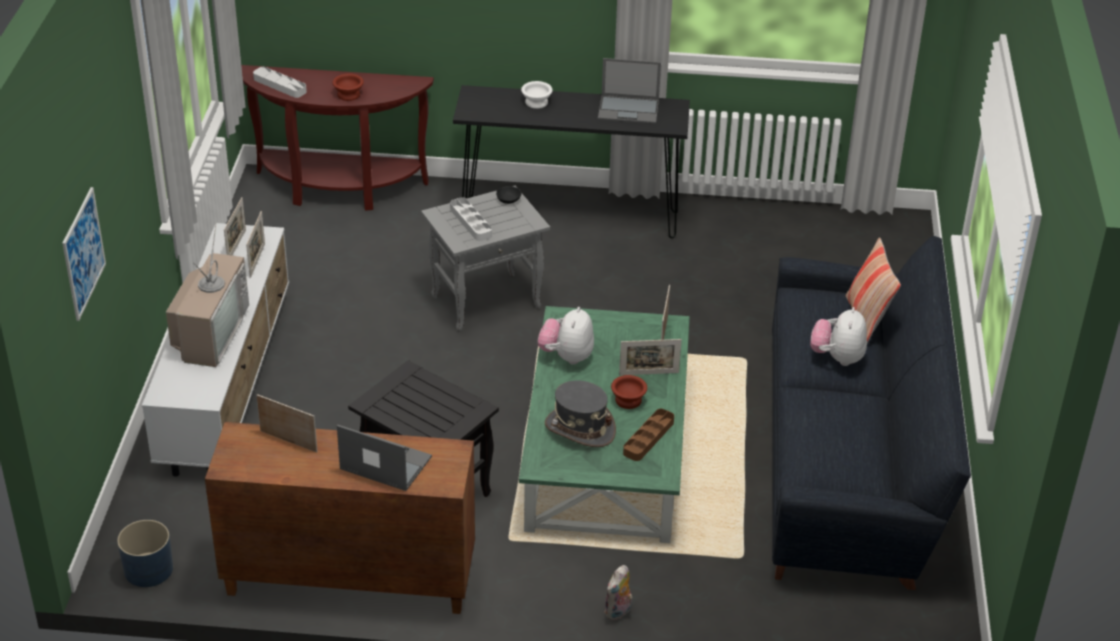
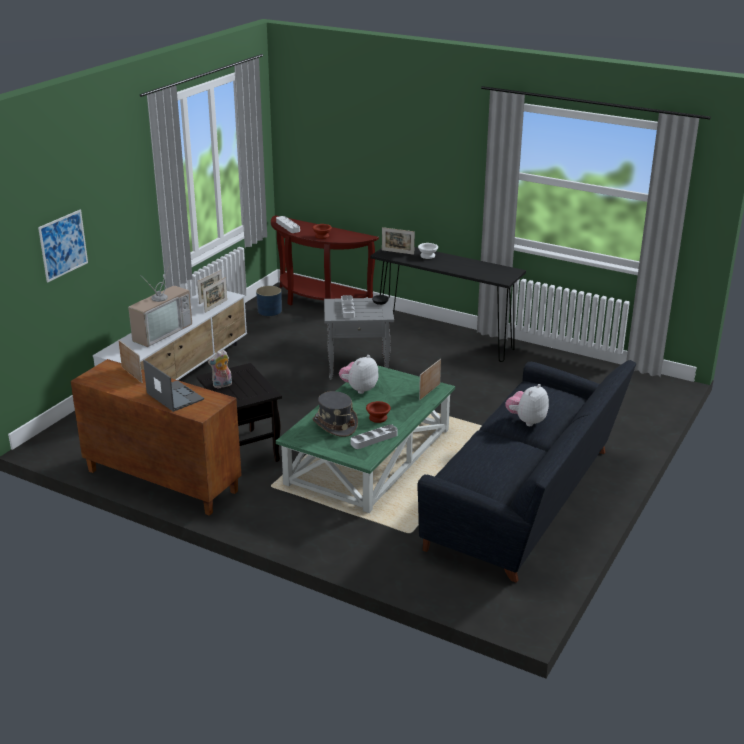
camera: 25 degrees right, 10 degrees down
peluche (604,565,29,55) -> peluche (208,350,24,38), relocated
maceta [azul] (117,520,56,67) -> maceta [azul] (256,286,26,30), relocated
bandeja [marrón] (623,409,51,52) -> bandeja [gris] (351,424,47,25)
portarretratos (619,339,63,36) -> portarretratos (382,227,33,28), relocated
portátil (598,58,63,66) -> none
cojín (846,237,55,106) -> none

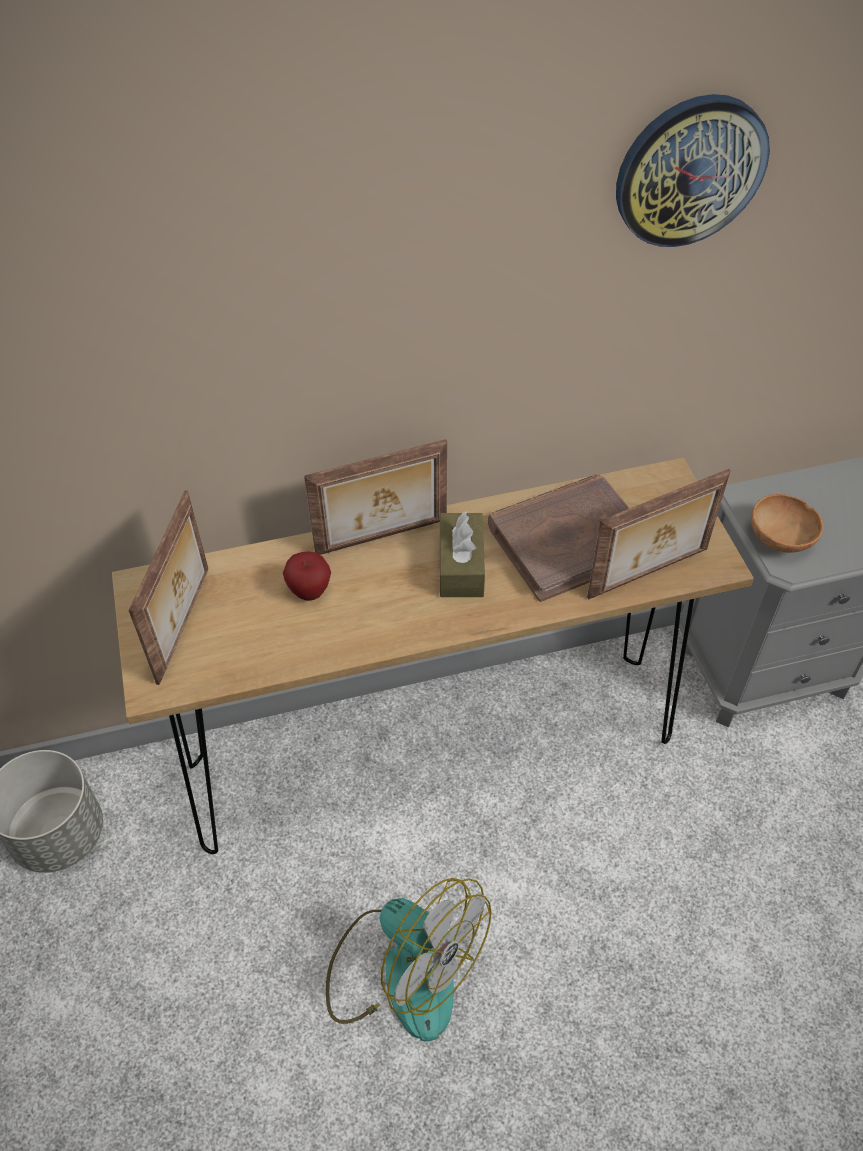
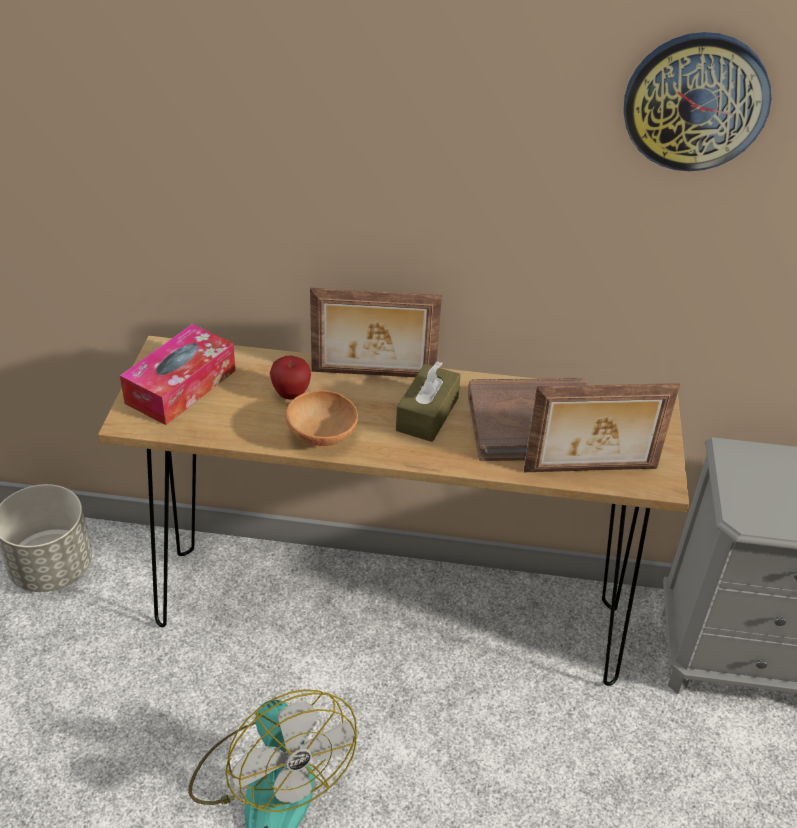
camera: 20 degrees right, 10 degrees down
portarretratos (129,490,79,195) -> caja de pañuelos (120,324,116,101)
cuenco [marrón] (751,494,73,58) -> cuenco [marrón] (285,390,73,56), relocated

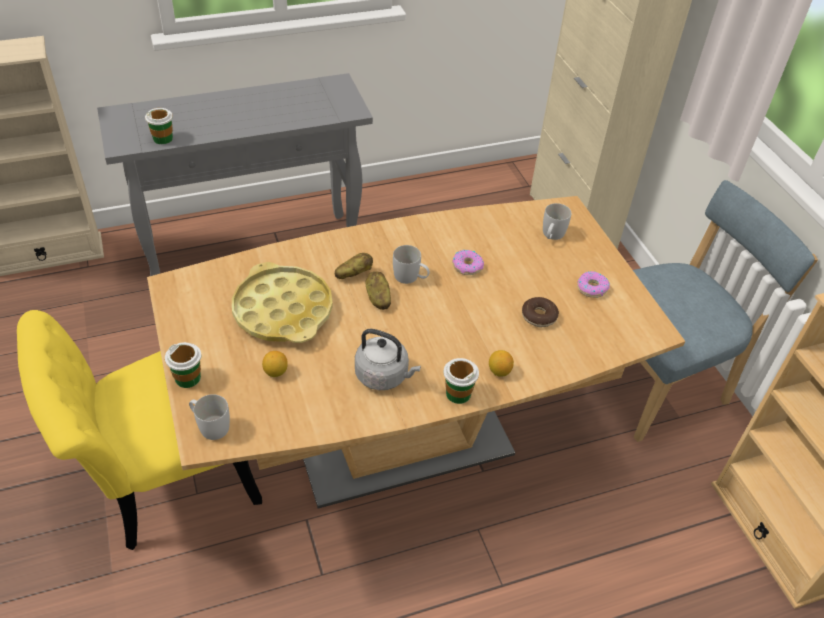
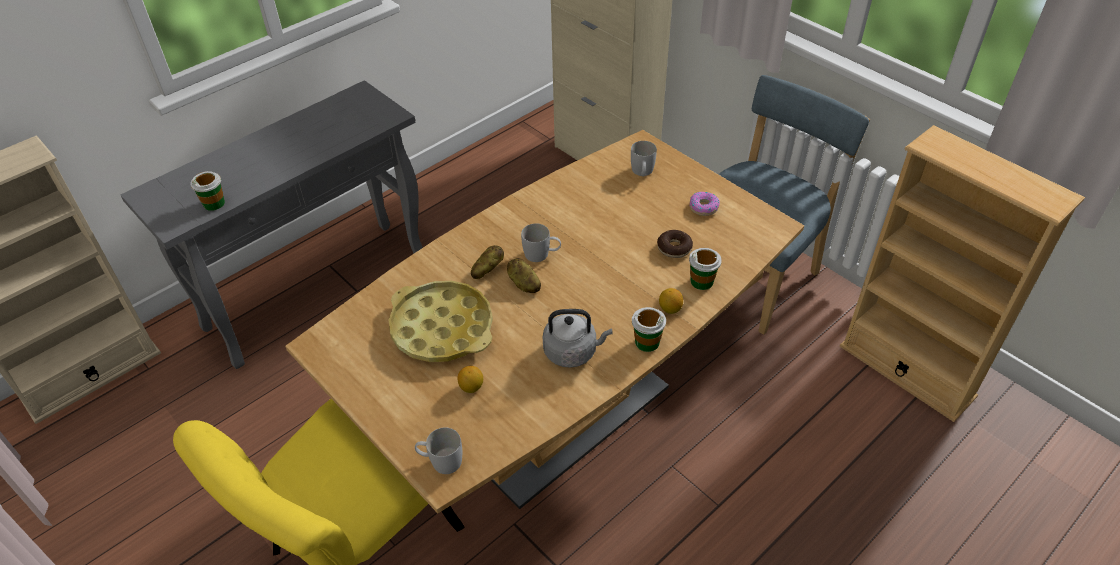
camera: 20 degrees left, 0 degrees up
taza (165,342,36,46) -> taza (689,248,33,42), relocated
rosquilla (452,250,32,25) -> none

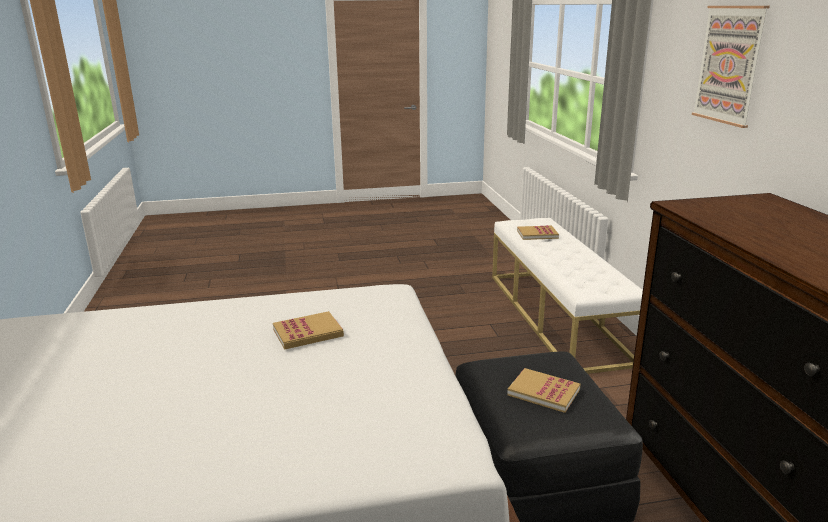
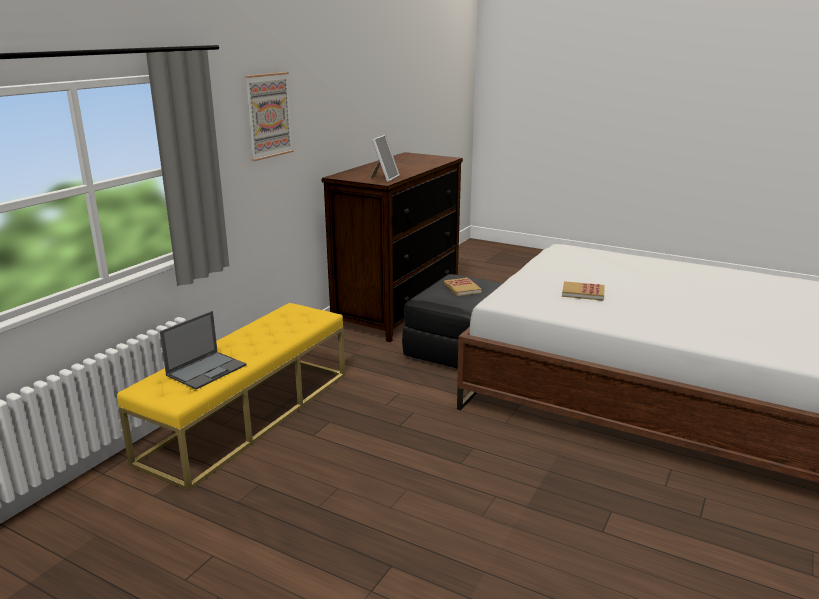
camera: 140 degrees left, 0 degrees up
banco [blanco] (492,218,151,156) -> banco [amarillo] (117,303,228,188)
libro (517,225,42,15) -> portátil (160,311,87,79)
none -> portarretratos (370,135,30,47)

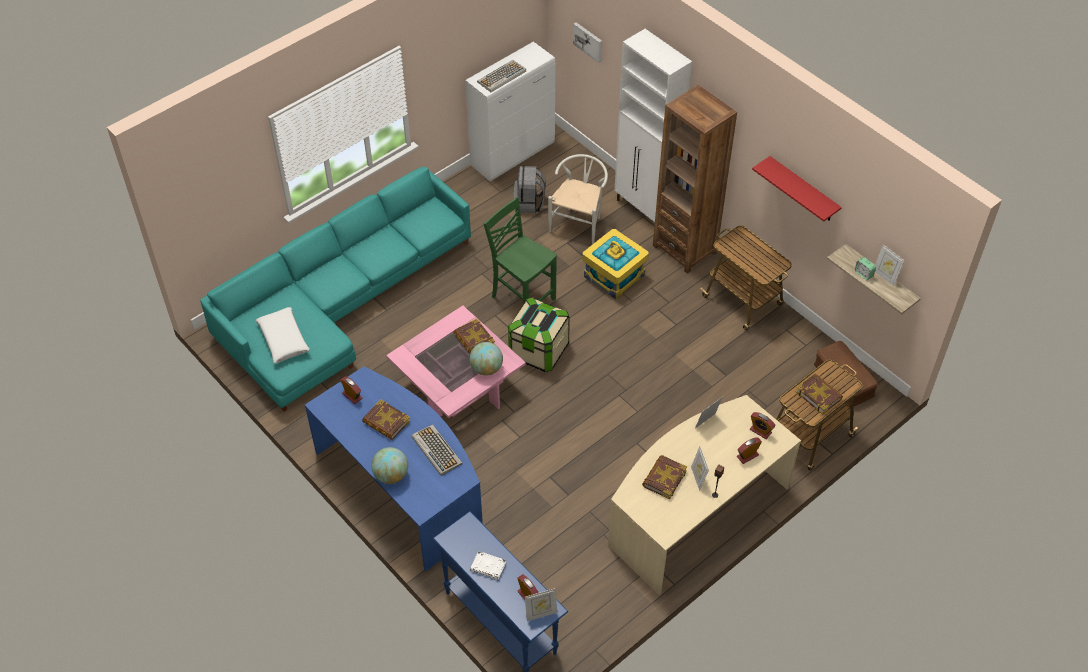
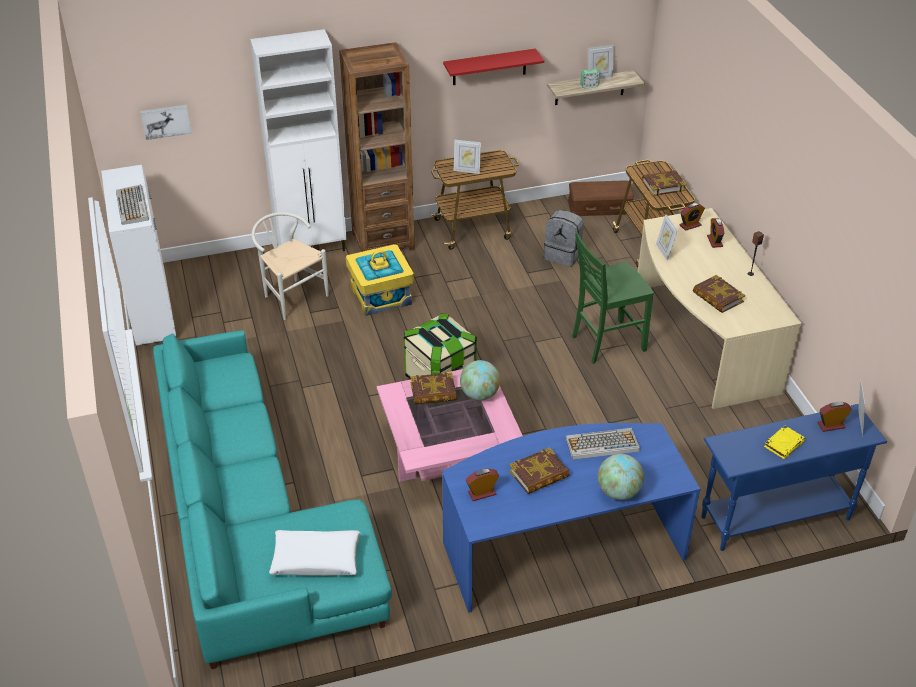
camera: 65 degrees left, 10 degrees down
portarretratos (691,446,18,45) -> portarretratos (454,140,27,34), relocated
mochila [gris] (514,166,32,47) -> mochila [gris] (544,210,40,57), relocated
silla [verde] (483,197,74,108) -> silla [verde] (572,232,82,132), relocated
libro [blanco] (470,551,36,29) -> libro [amarillo] (764,426,41,33)

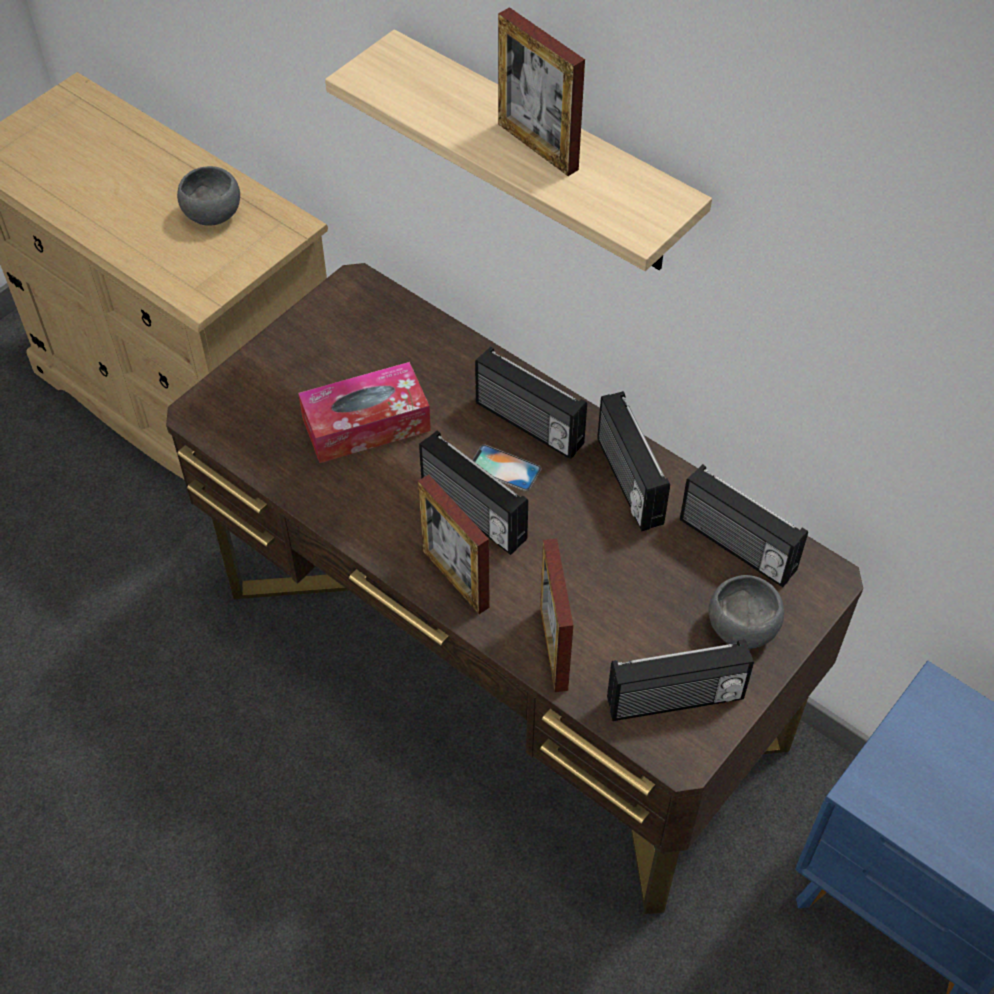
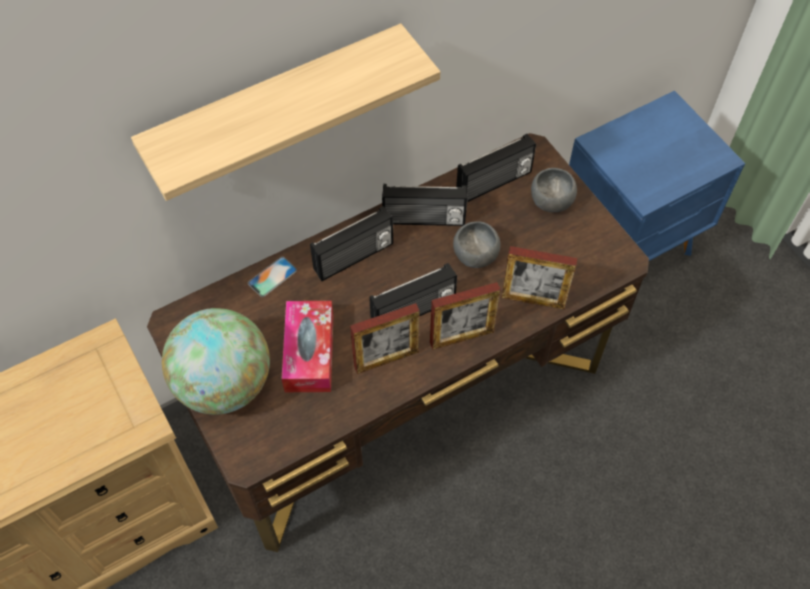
camera: 70 degrees left, 5 degrees up
none -> globo terráqueo (162,308,108,107)
móvil (472,445,70,46) -> móvil (248,257,49,40), relocated
portarretratos (498,7,87,169) -> portarretratos (350,303,70,71), relocated
cuenco [gris] (177,166,63,60) -> cuenco [gris] (453,221,47,47), relocated
radio (607,639,147,82) -> none

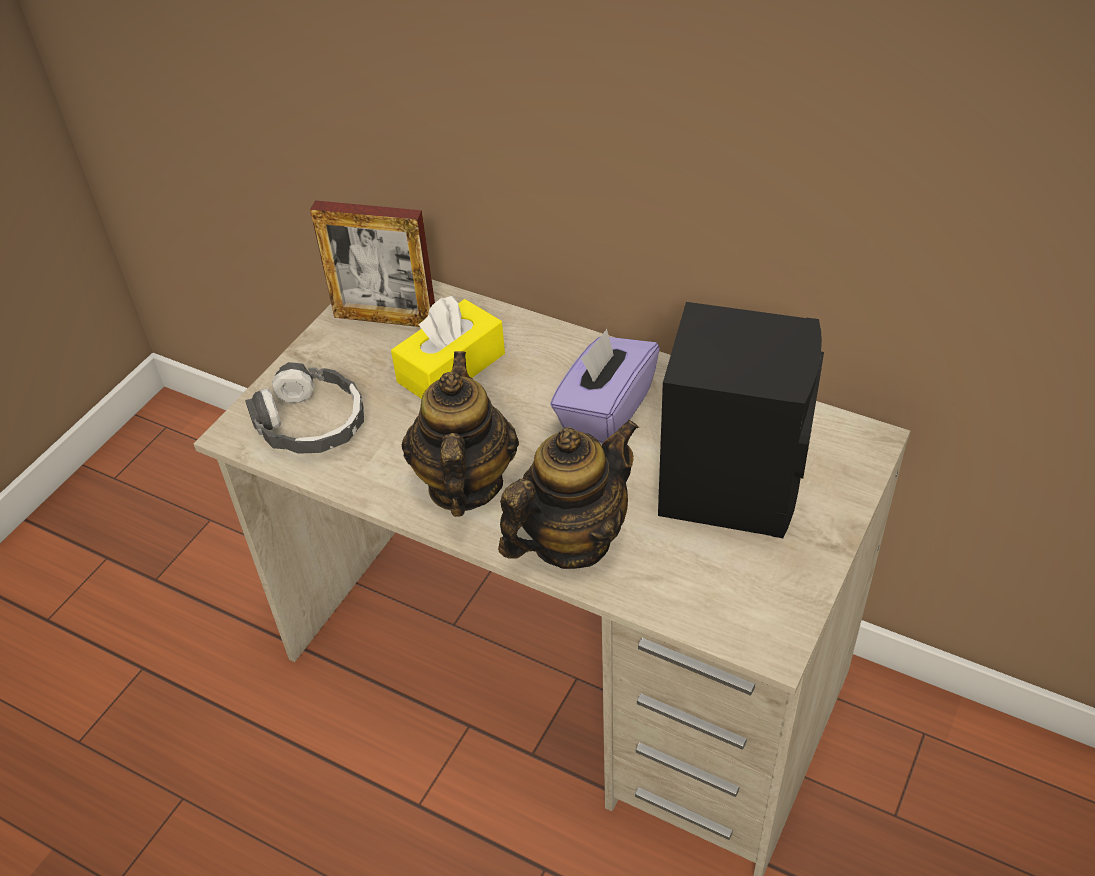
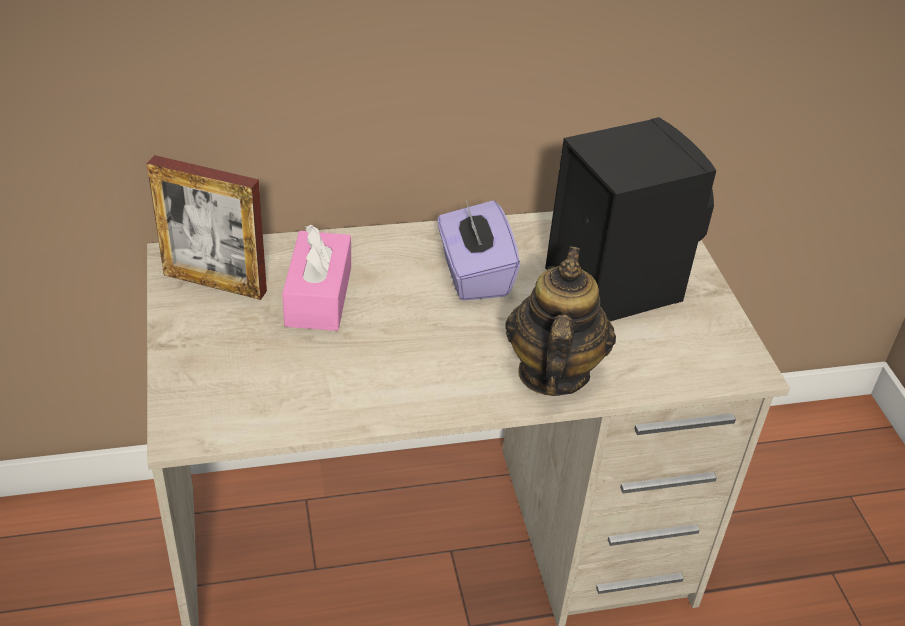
camera: 45 degrees left, 5 degrees down
portarretratos (310,200,125,127) -> portarretratos (147,155,120,145), 45 degrees clockwise
caja de pañuelos [amarillo] (391,296,114,103) -> caja de pañuelos [rosa] (282,225,69,106)
auriculares (245,362,119,92) -> none
tetera (402,351,117,166) -> none

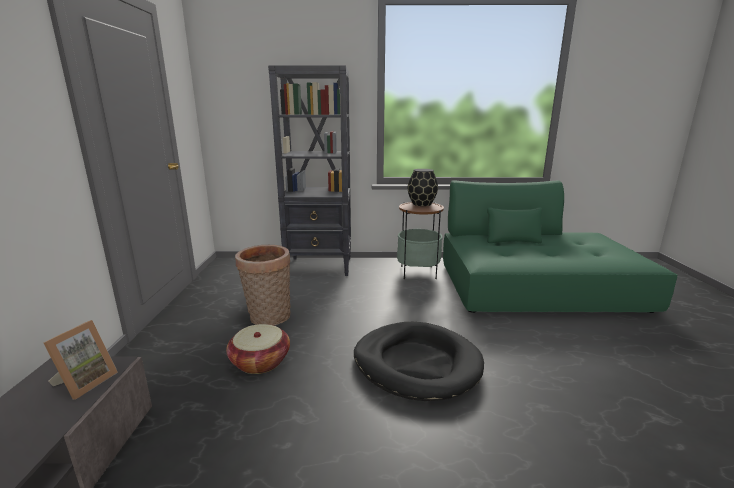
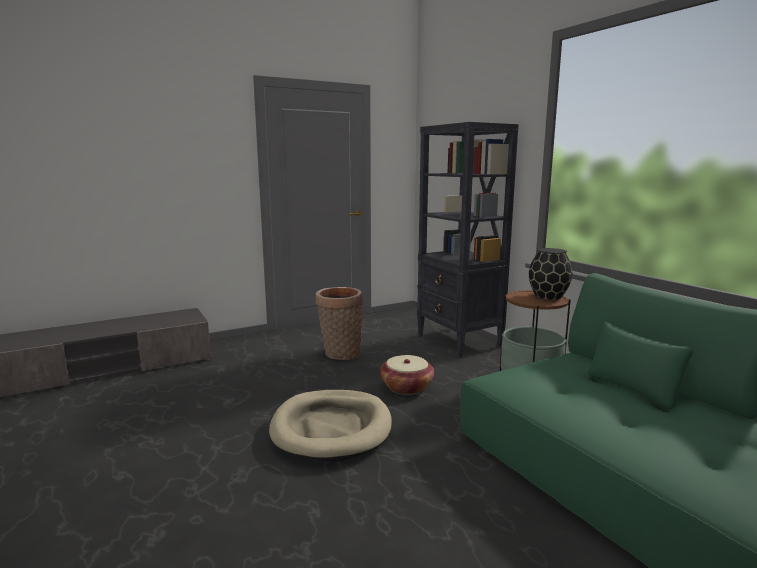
camera: 60 degrees right, 5 degrees down
cama para perro [negro] (354,322,130,79) -> cama para perro [beis] (269,390,123,72)
cesta (226,324,64,50) -> cesta (380,355,54,40), relocated
portarretratos (44,320,74,80) -> none

